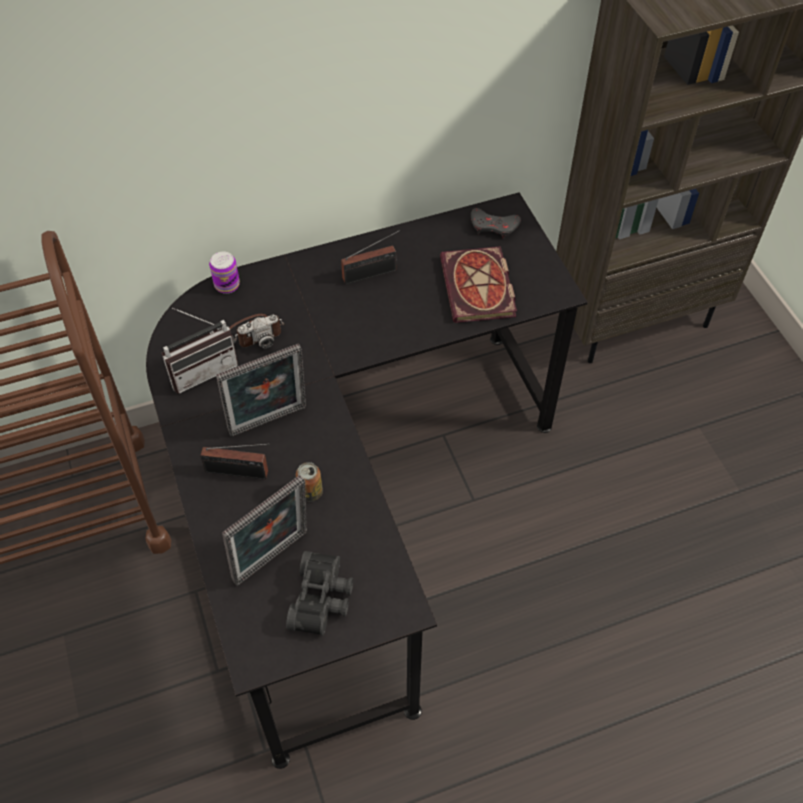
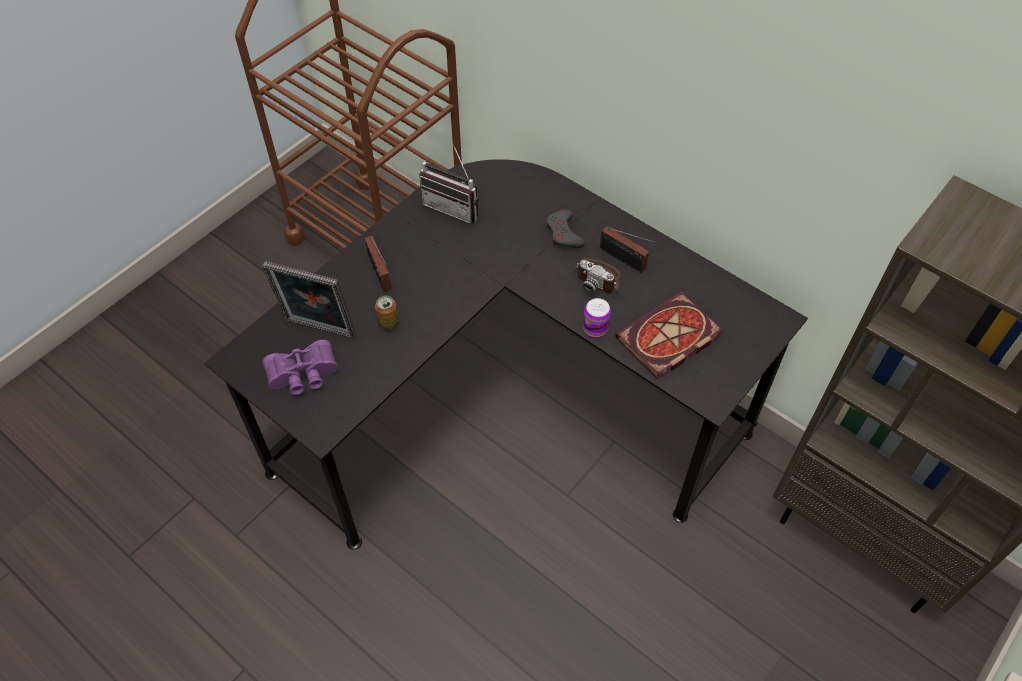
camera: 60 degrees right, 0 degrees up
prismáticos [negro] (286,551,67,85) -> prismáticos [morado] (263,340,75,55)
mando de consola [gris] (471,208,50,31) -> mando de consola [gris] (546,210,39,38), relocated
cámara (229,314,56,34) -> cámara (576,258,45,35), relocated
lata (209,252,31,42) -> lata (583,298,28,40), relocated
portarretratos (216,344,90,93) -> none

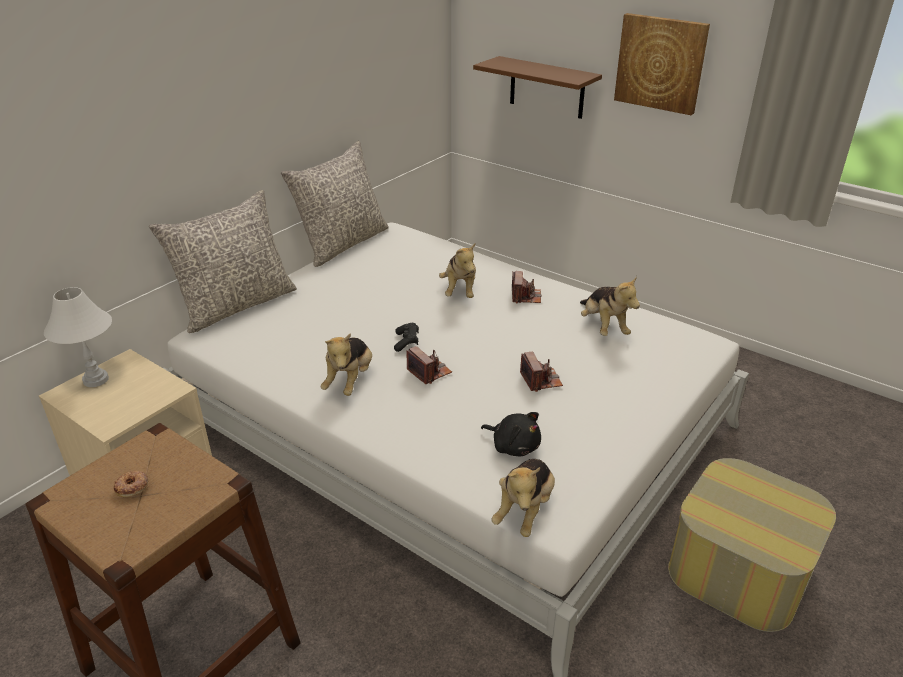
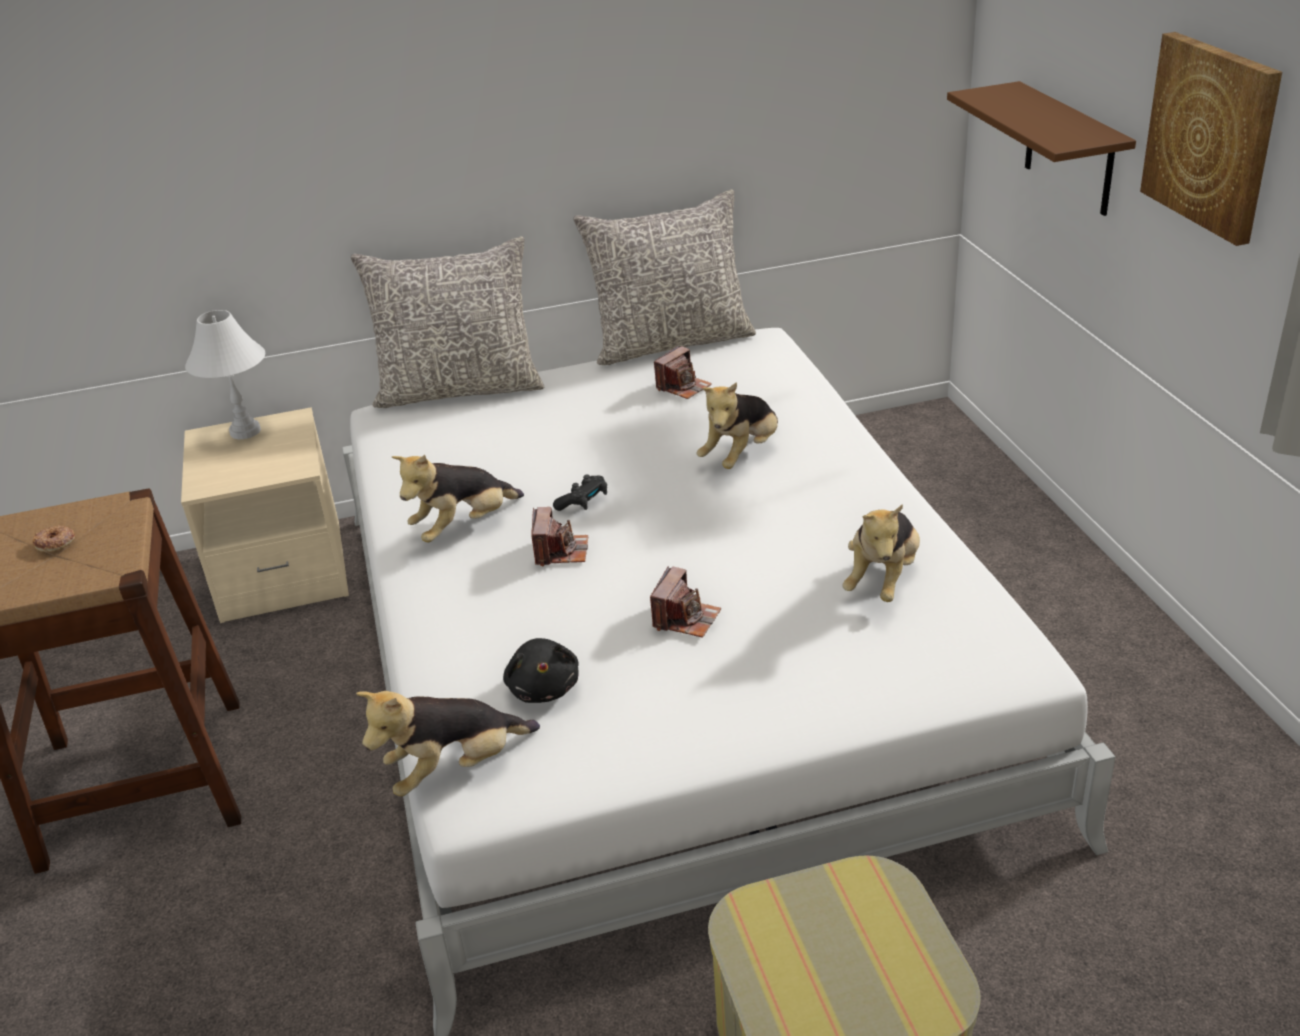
camera: 40 degrees right, 0 degrees up
cámara (512,271,30,32) -> cámara (654,346,58,53), relocated

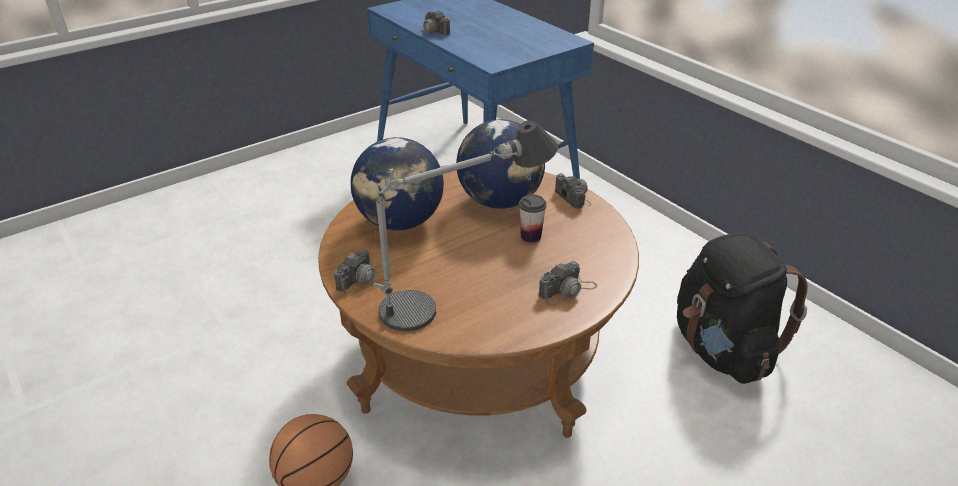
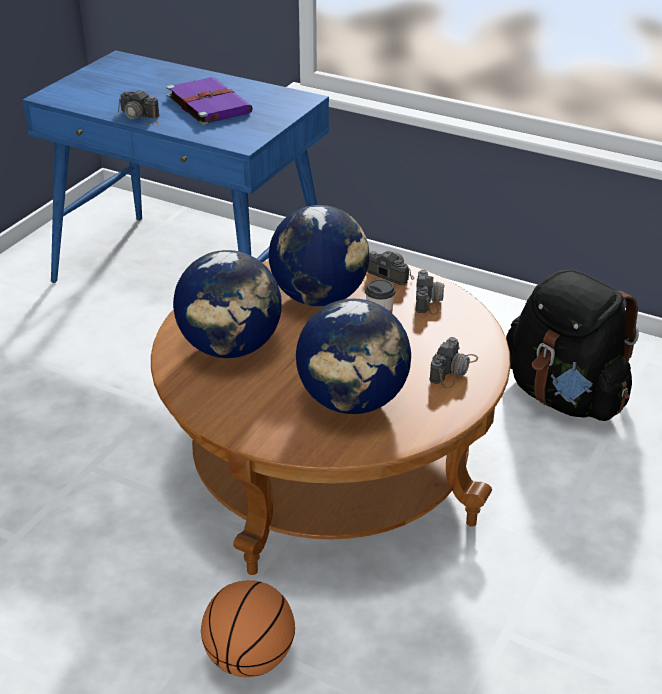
camera: 25 degrees left, 0 degrees up
none -> libro [morado] (167,77,86,48)
lámpara de mesa (373,120,185,212) -> globo terráqueo (296,299,115,115)
cámara (334,249,49,47) -> cámara (416,270,29,45), relocated

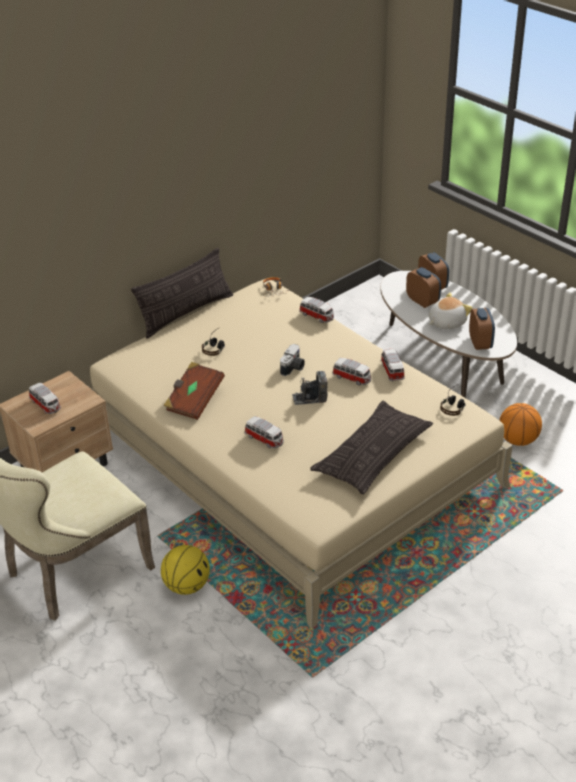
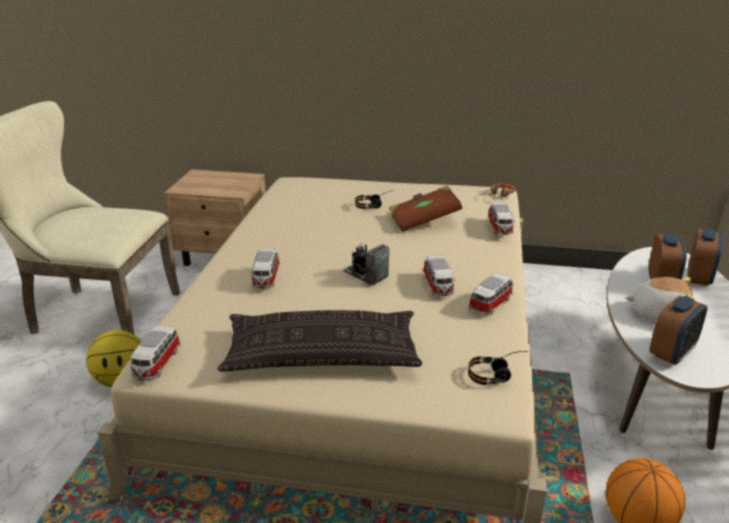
camera: 50 degrees right, 10 degrees down
coche de juguete (29,383,32,31) -> coche de juguete (130,326,51,55), relocated
libro [marrón] (163,362,62,58) -> libro [marrón] (389,185,73,47), relocated
cojín (131,248,102,91) -> none
cámara (280,344,25,32) -> none

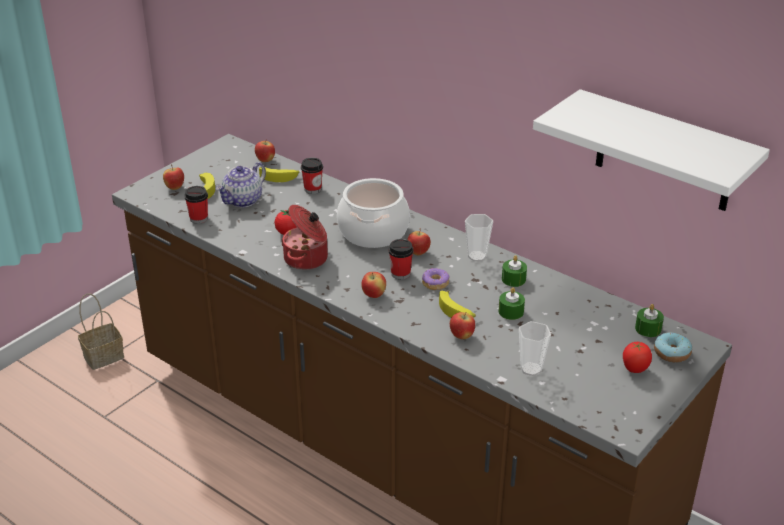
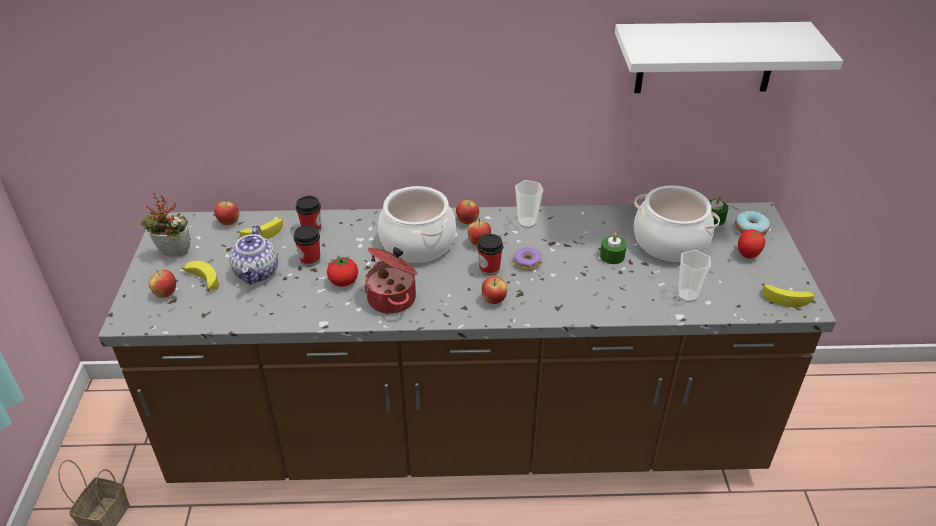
camera: 40 degrees left, 5 degrees up
none -> planta en maceta (140,192,51,65)
taza (184,186,24,38) -> taza (293,225,27,42), relocated
manzana (450,312,25,27) -> manzana (456,198,23,26), relocated
none -> olla (634,186,86,76)
plátano (439,290,37,28) -> plátano (762,283,53,24), relocated
vela [verde] (502,255,25,32) -> none

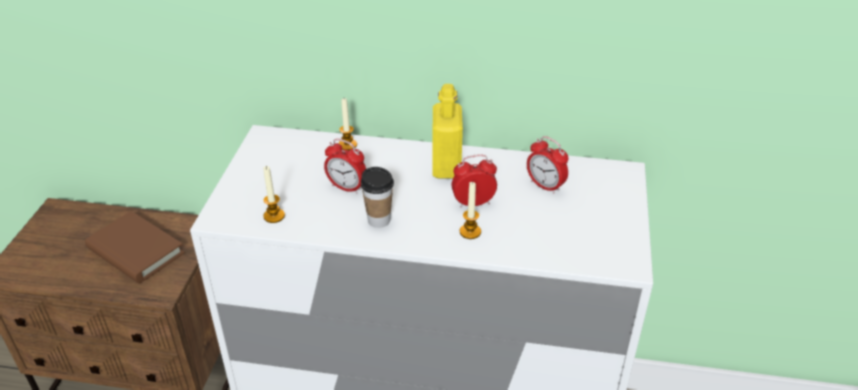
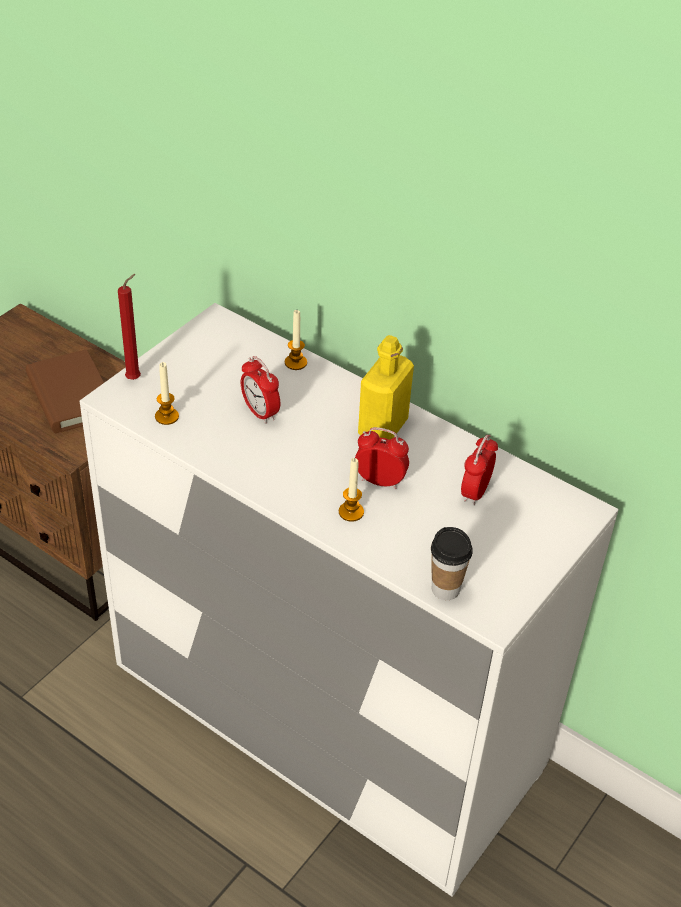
camera: 25 degrees right, 5 degrees up
none -> vela [rojo] (118,274,23,106)
taza (361,167,33,61) -> taza (431,527,41,73), relocated
despertador (527,136,41,58) -> despertador (461,435,37,70), 45 degrees clockwise

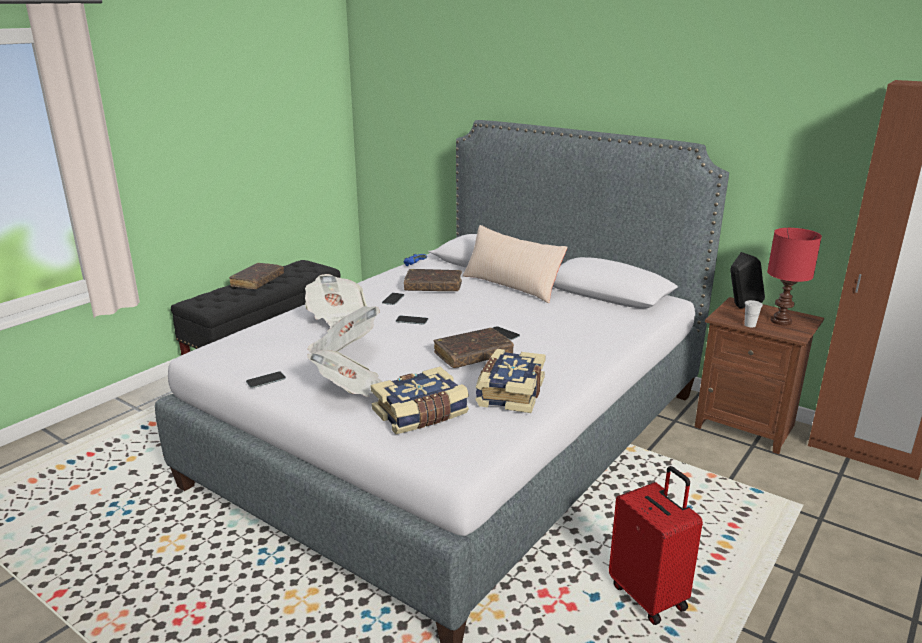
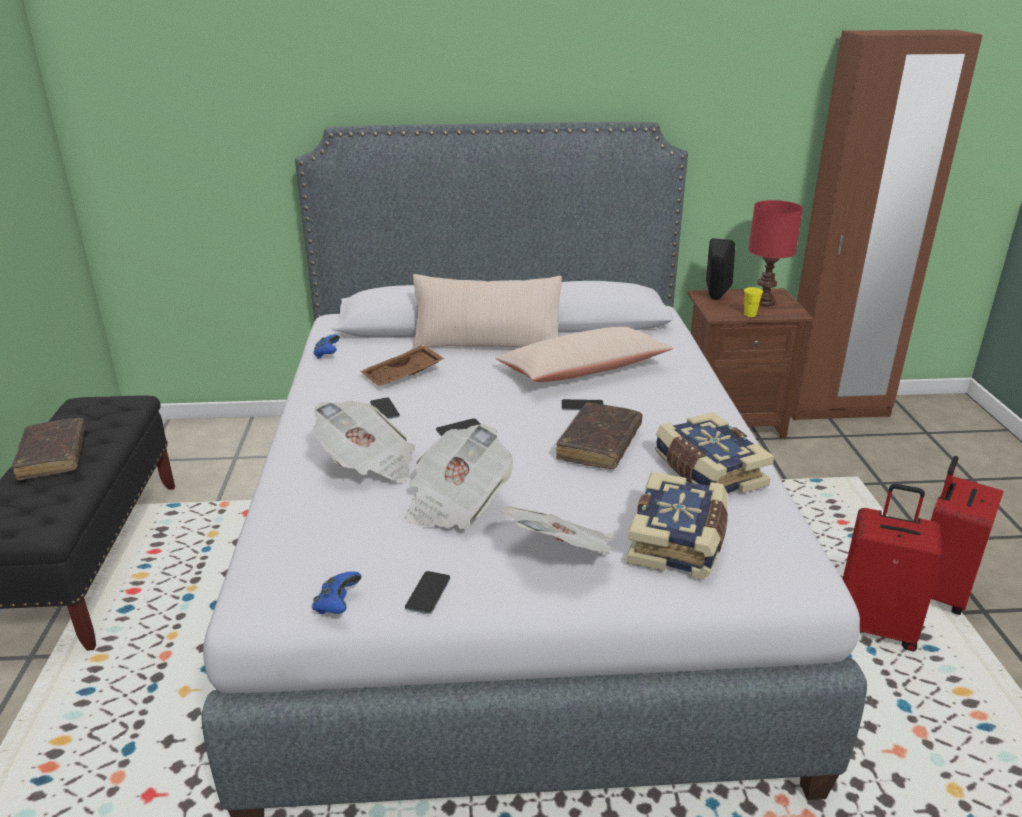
camera: 40 degrees left, 5 degrees up
none -> mando de consola [azul] (312,571,50,43)
libro [marrón] (404,269,58,22) -> bandeja [marrón] (360,345,84,41)
none -> cojín [beis] (496,327,177,55)
taza [blanco] (744,300,19,27) -> taza [amarillo] (744,287,19,30)
none -> maleta [rojo] (931,456,72,159)

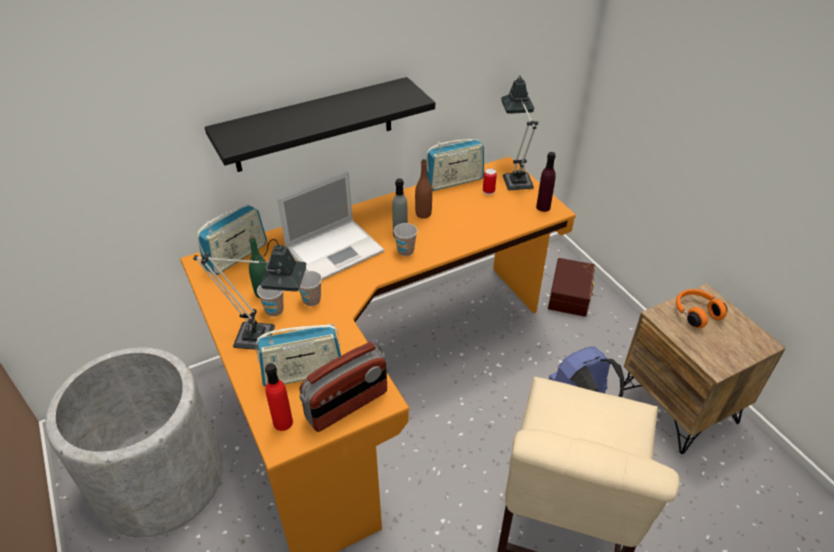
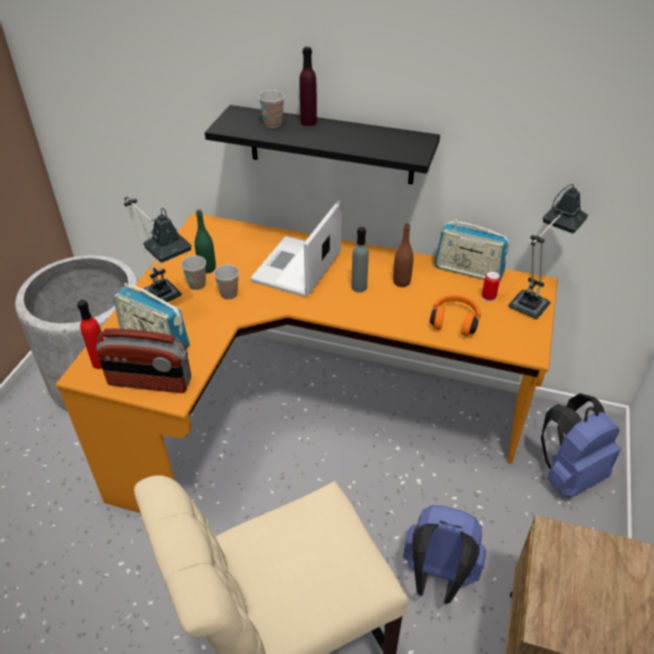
camera: 45 degrees right, 0 degrees up
portátil (277,172,107,108) -> portátil (250,200,92,97), 105 degrees clockwise
taza (394,223,23,33) -> taza (259,90,26,38), relocated
botella [morado] (536,152,20,60) -> botella [morado] (299,47,18,79), relocated
auriculares [naranja] (676,289,52,39) -> auriculares [naranja] (430,295,51,41), relocated
caja de almacenaje [marrón] (548,258,47,59) -> mochila [azul] (541,393,80,105)
radio (197,204,70,71) -> none

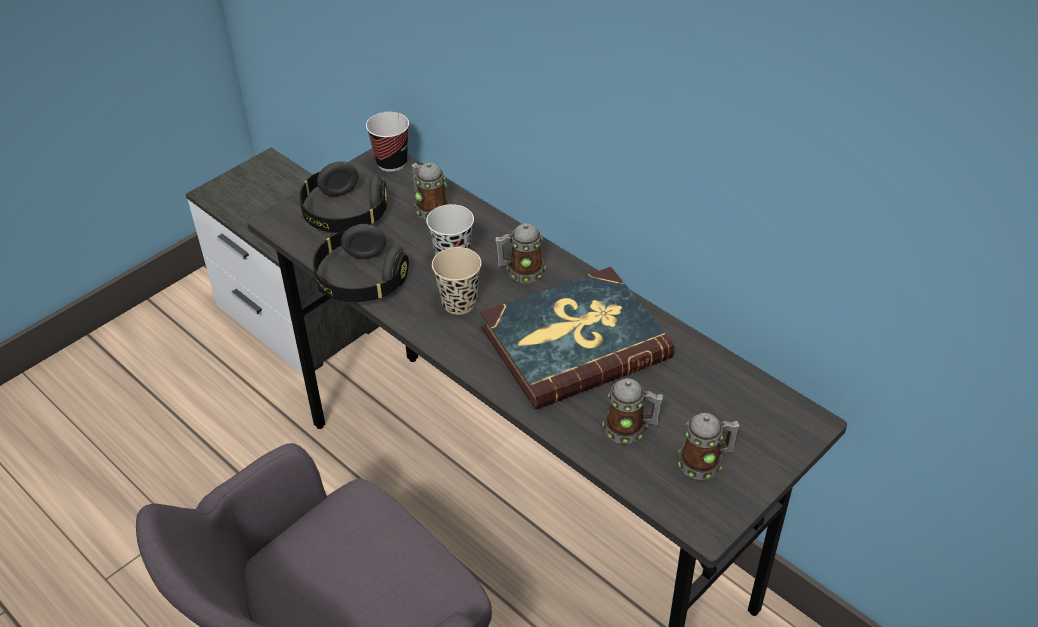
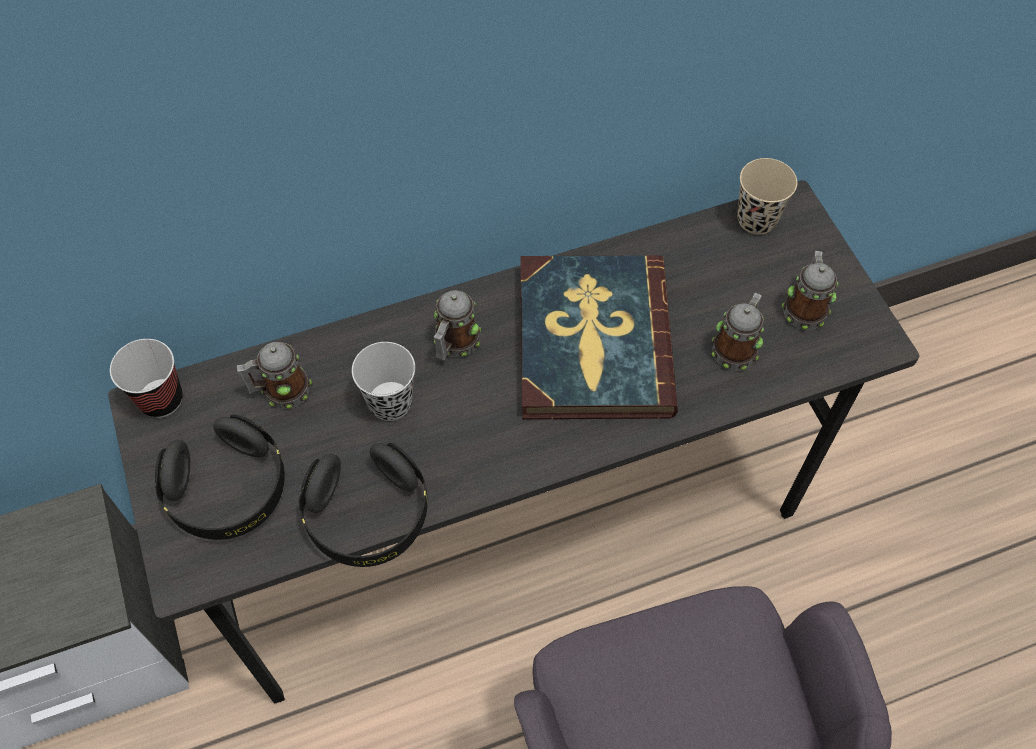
camera: 65 degrees left, 15 degrees up
taza [beis] (432,247,49,68) -> taza [beis] (737,158,60,77), relocated

